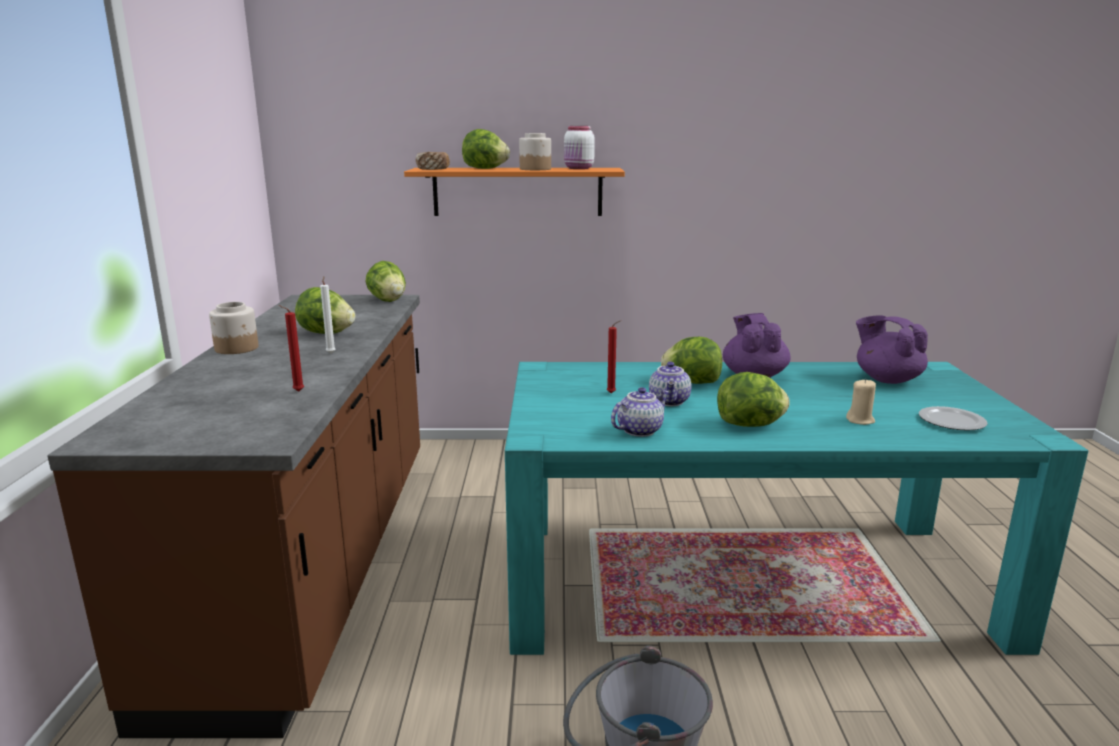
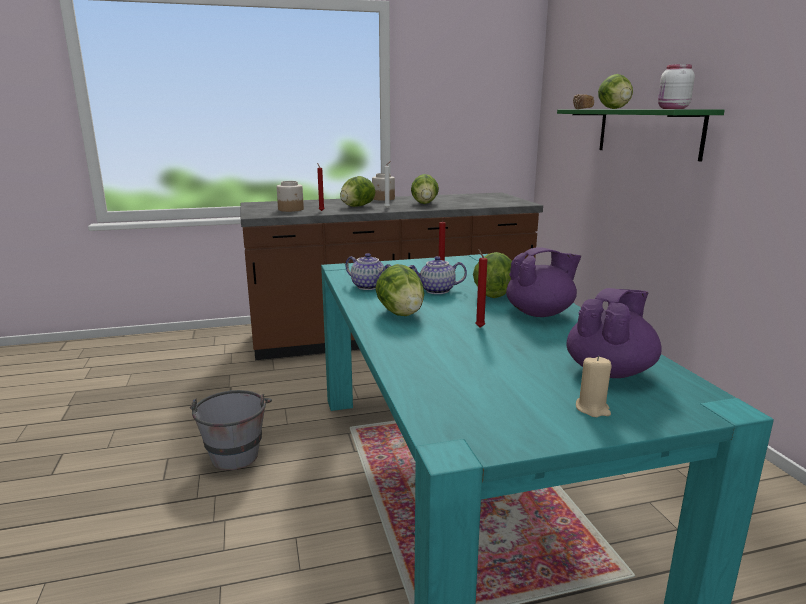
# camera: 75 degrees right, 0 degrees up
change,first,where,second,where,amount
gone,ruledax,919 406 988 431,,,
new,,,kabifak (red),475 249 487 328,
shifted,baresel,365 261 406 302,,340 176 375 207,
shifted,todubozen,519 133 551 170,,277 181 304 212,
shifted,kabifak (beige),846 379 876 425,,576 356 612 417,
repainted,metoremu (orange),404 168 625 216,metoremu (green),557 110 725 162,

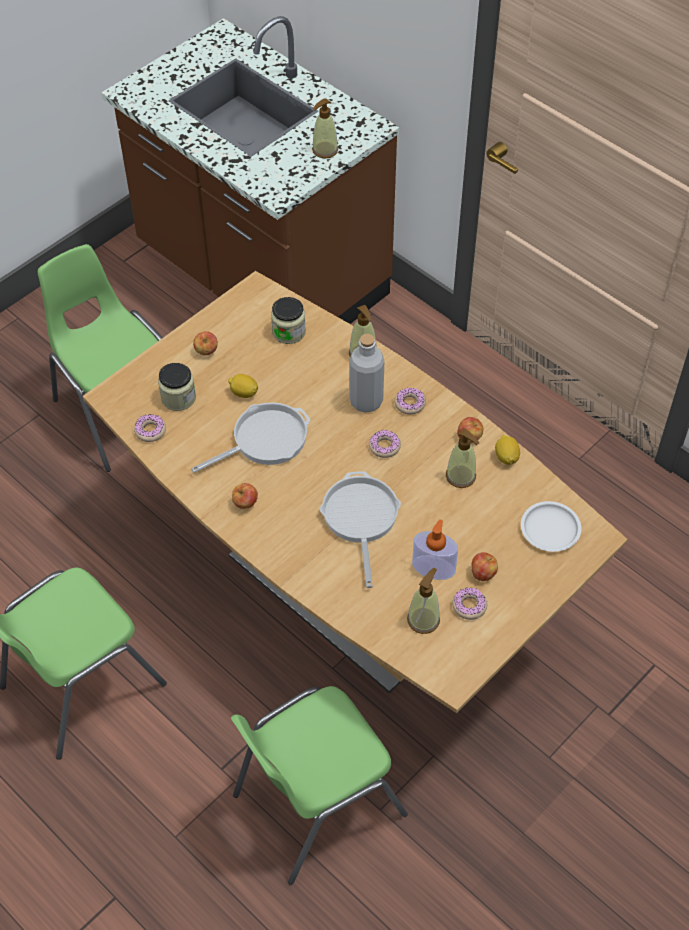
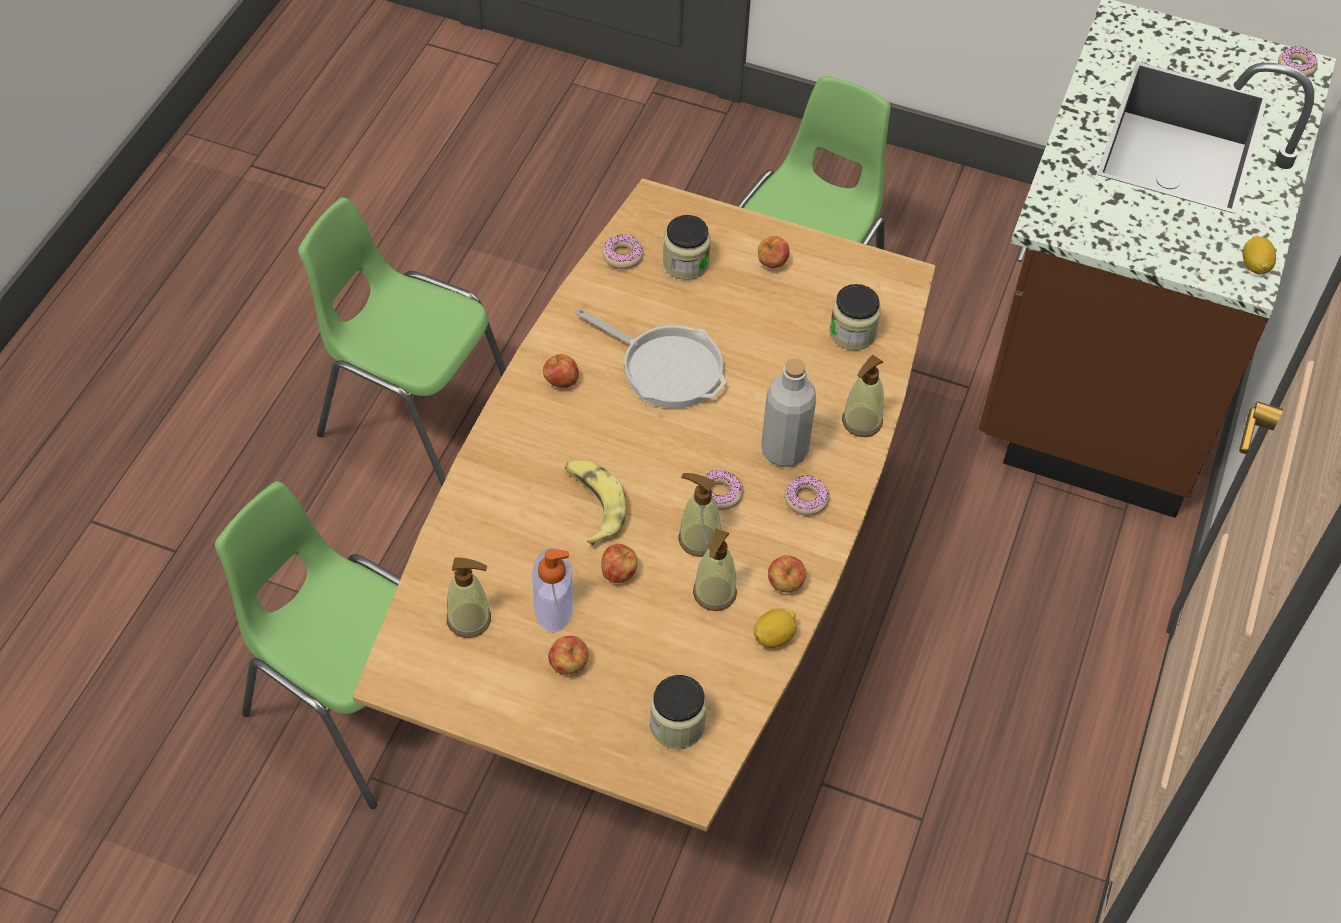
# camera: 65 degrees right, 0 degrees up
change,first,where,second,where,amount
new,,,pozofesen,601 544 637 583,
shifted,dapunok,228 374 258 398,,1242 235 1276 274,
shifted,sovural,312 98 338 159,,678 473 721 557,
shifted,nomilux,452 588 487 620,,1278 47 1318 77,
swapped,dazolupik,320 471 401 588,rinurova,565 460 627 545,
swapped,ruledax (white),521 501 581 552,todubozen,650 675 707 749,

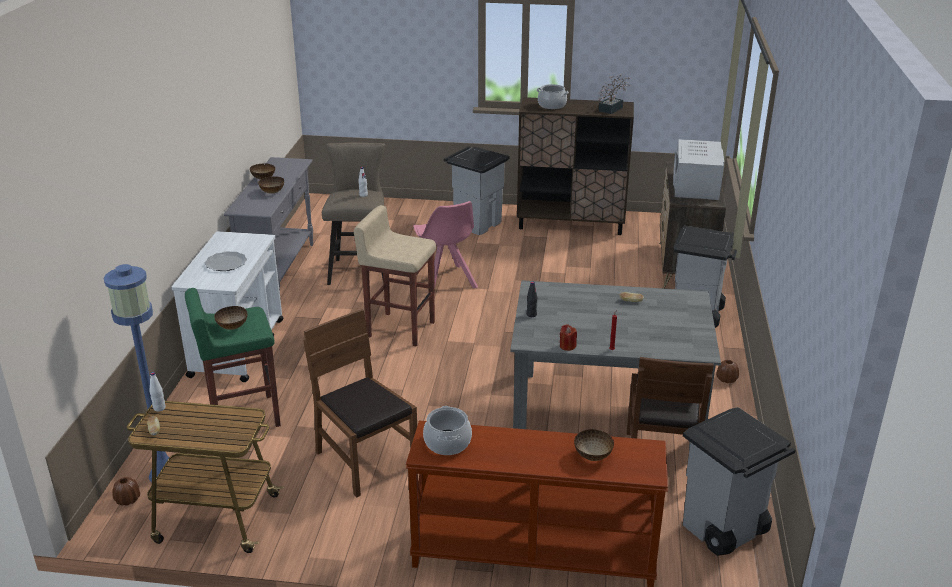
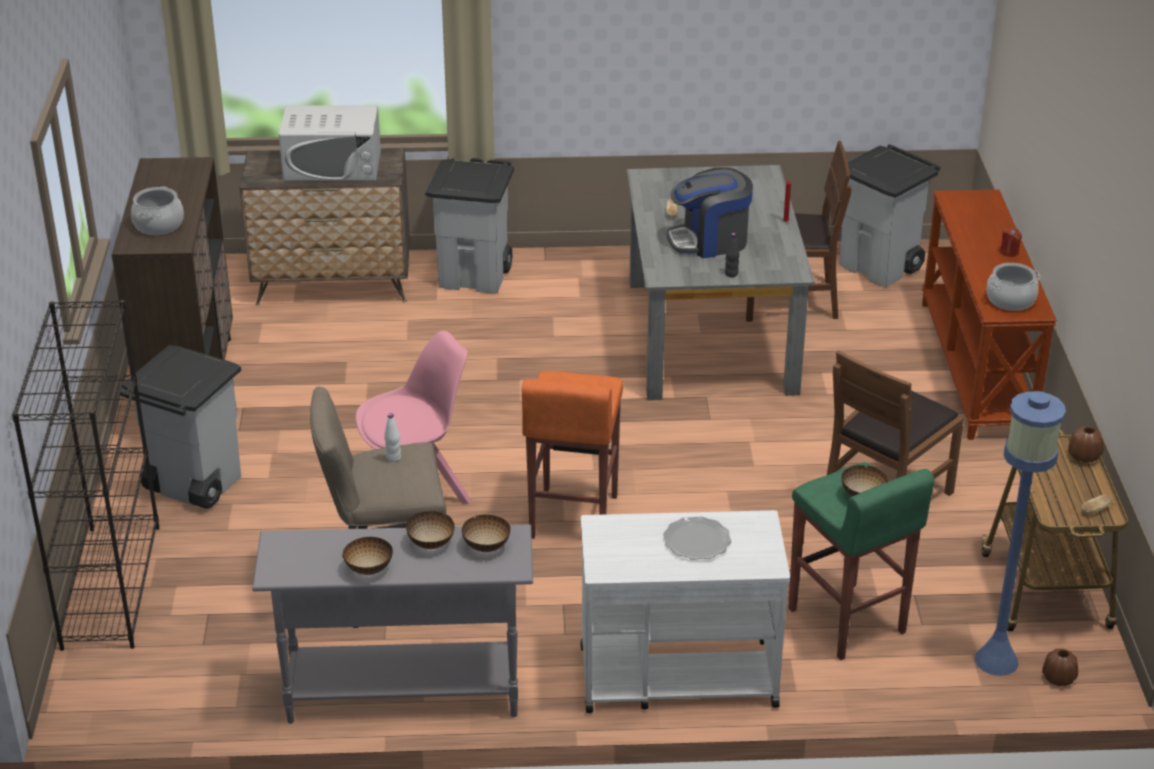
# camera: 100 degrees left, 5 degrees up
change,first,where,second,where,amount
gone,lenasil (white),149 372 166 412,,,
gone,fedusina,599 74 630 114,,,
new,,,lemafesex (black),12 300 160 651,
new,,,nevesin,667 167 753 258,
shifted,kabifak (red),560 324 577 351,,1000 228 1022 257,
shifted,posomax,574 429 614 461,,462 515 511 552,
shifted,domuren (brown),716 360 739 383,,1068 426 1104 463,
repainted,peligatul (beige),354 205 436 347,peligatul (orange),521 371 623 539,

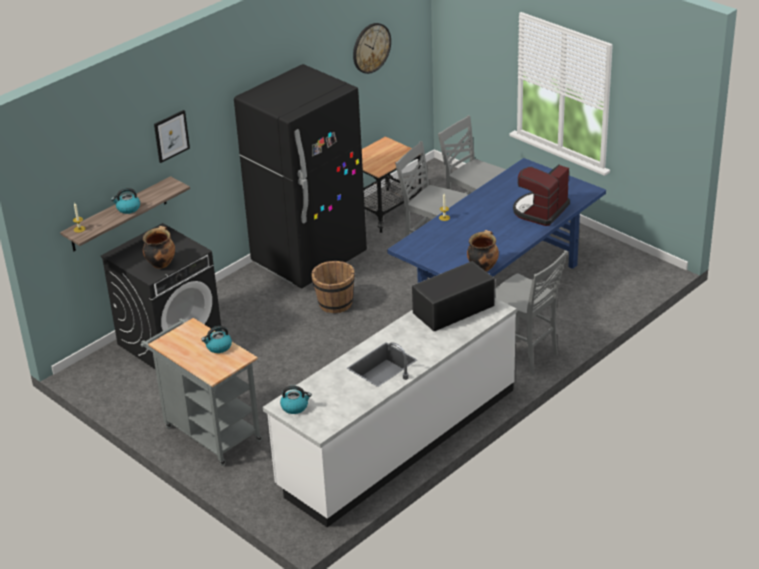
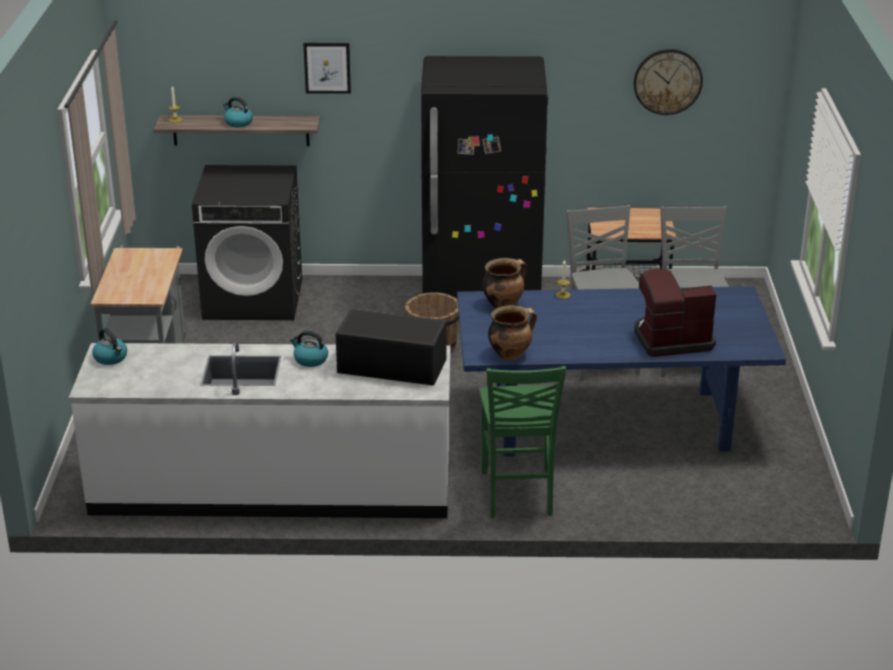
# camera: 45 degrees right, 5 degrees down
change,first,where,second,where,amount
shifted,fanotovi,143 226 175 269,,482 258 527 309,
shifted,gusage,201 326 232 353,,290 331 328 367,
repainted,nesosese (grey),495 250 567 375,nesosese (green),479 366 566 518,

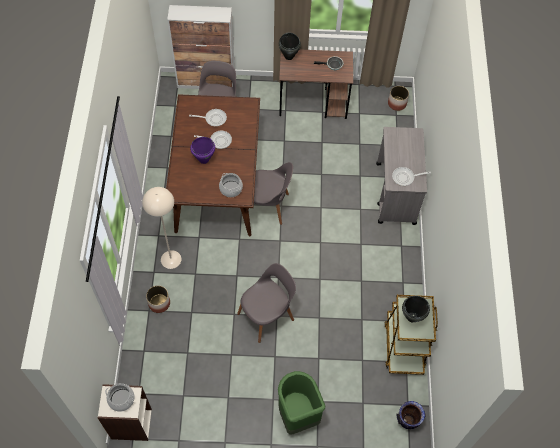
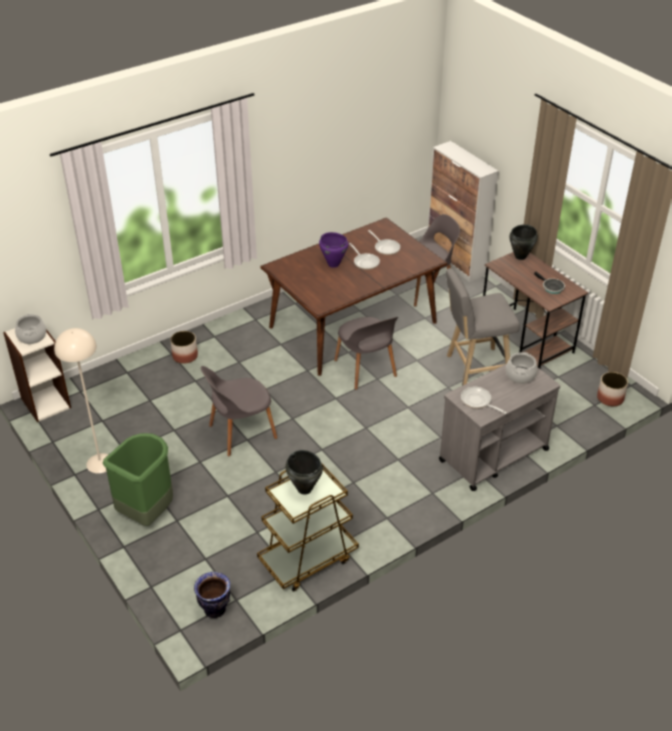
# camera: 55 degrees right, 20 degrees down
change,first,where,second,where,amount
new,,,peligatul (grey),446 268 520 386,
shifted,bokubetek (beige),142 187 181 269,,54 328 109 473,
shifted,fanotovi,219 173 243 197,,506 352 538 384,
rotated,nesosese (grey),237 263 296 343,,201 366 277 457,135 degrees clockwise

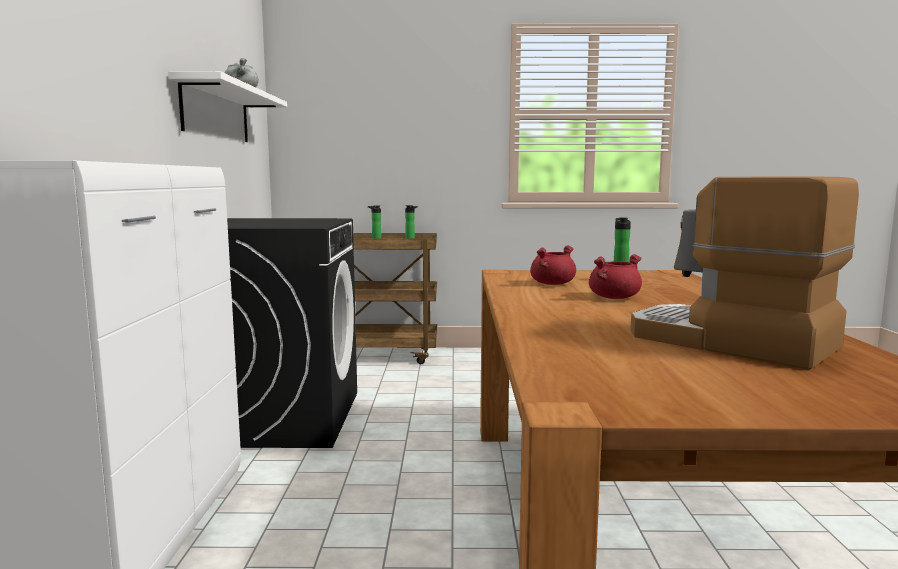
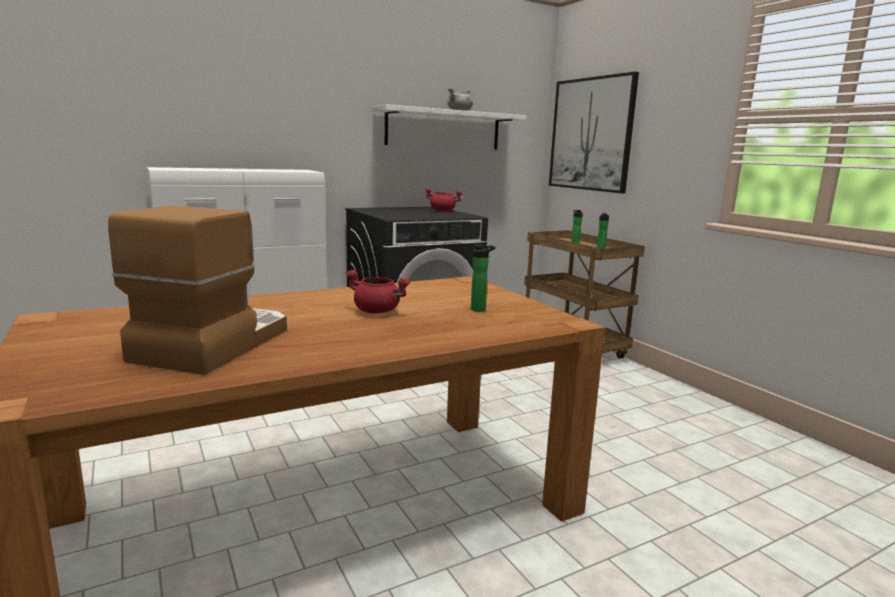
# camera: 60 degrees right, 5 degrees up
change,first,where,second,where,amount
new,,,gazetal,549 72 639 193,
shifted,fanotovi (red),530 245 576 285,,425 188 463 212,

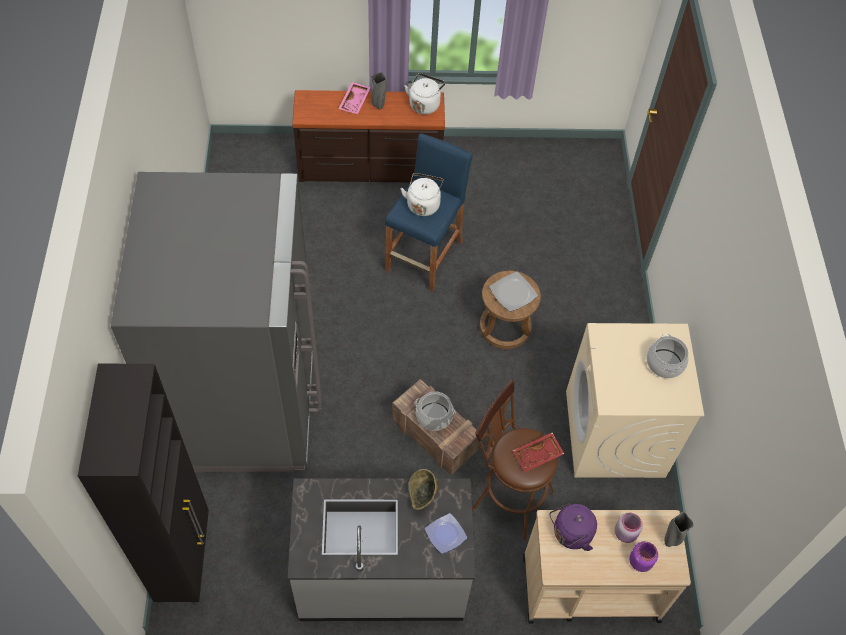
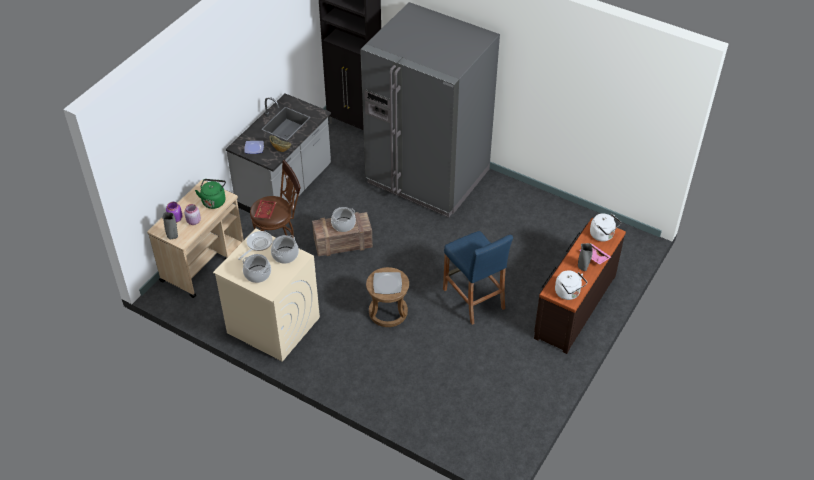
# camera: 125 degrees right, 10 degrees down
change,first,where,second,where,amount
new,,,dazolupik,239 231 273 260,
new,,,fanotovi,271 235 299 264,
shifted,gusage (white),400 173 444 216,,590 213 621 242,
repainted,gusage (purple),549 503 597 551,gusage (green),195 179 226 209,

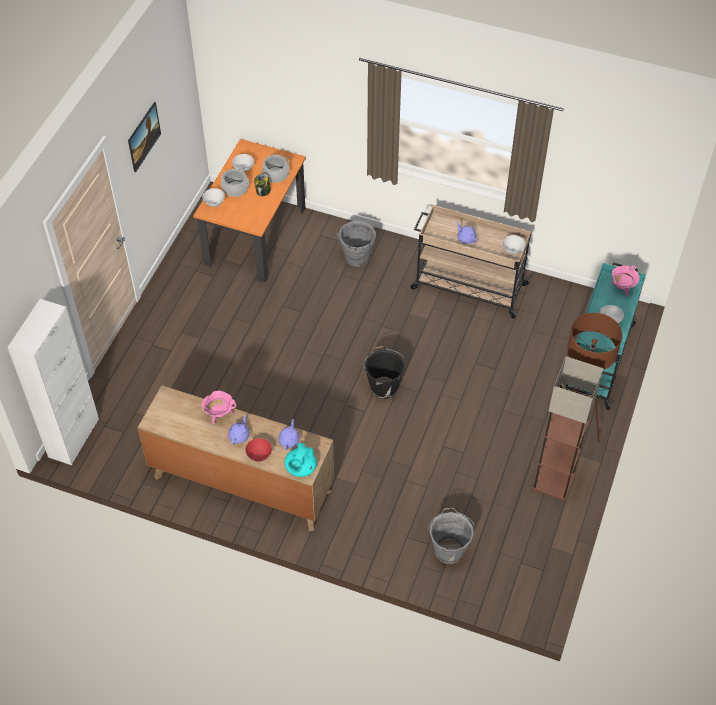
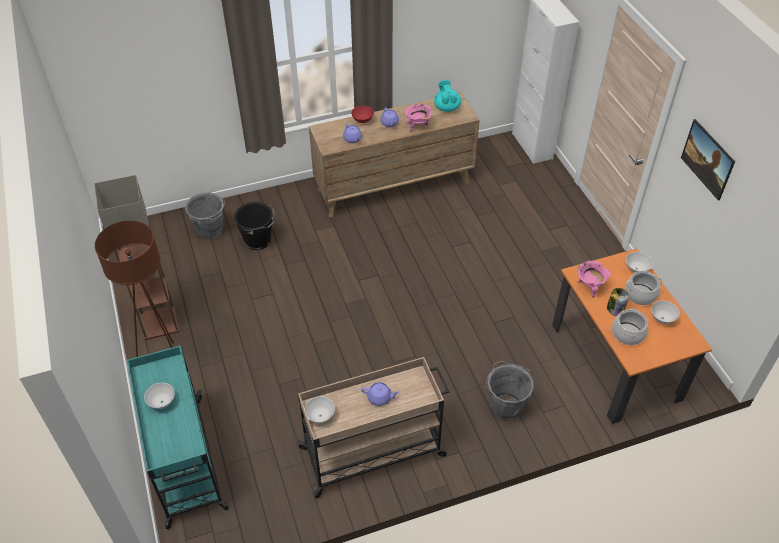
# camera: 140 degrees right, 5 degrees down
change,first,where,second,where,amount
shifted,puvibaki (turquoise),284 443 317 477,,434 80 461 112,
shifted,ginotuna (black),363 346 405 399,,234 202 275 250,
shifted,fanotovi (pink),612 265 640 297,,578 261 611 298,

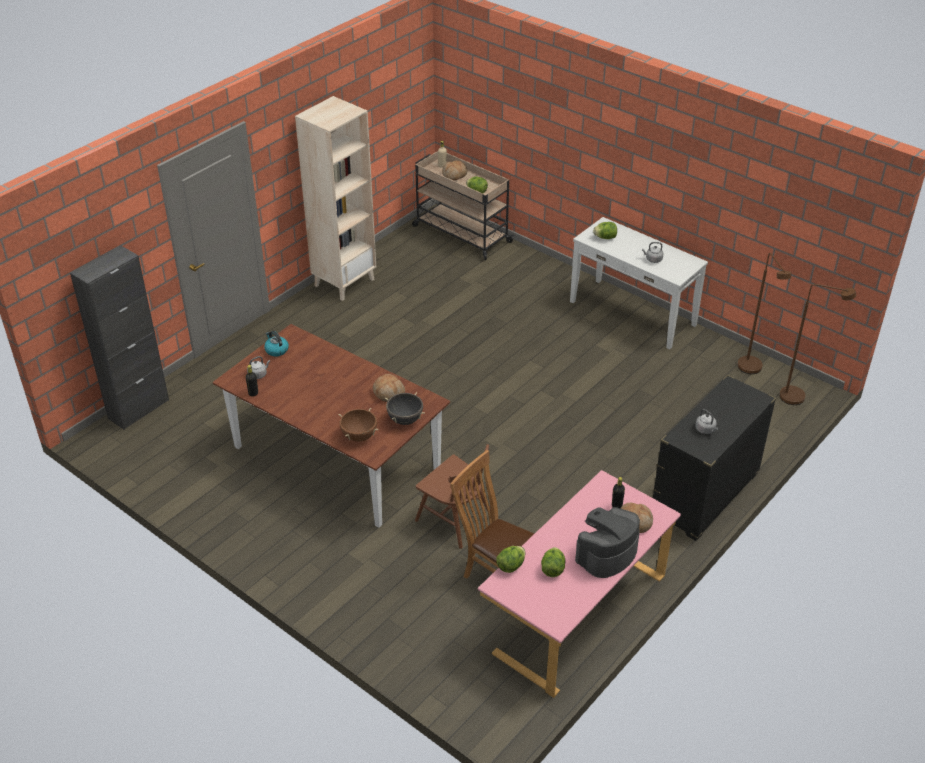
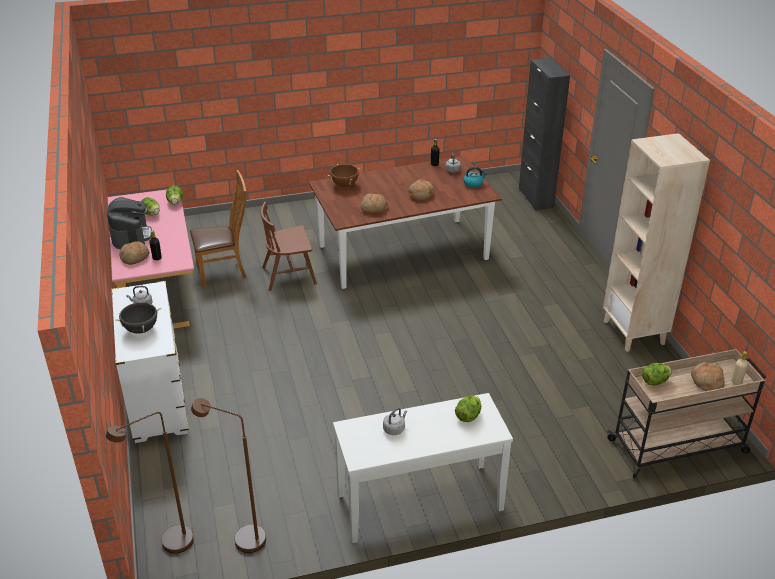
# camera: 125 degrees right, 5 degrees down
change,first,where,second,where,amount
new,,,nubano,408 179 434 201,
shifted,fanotovi (black),385 392 424 425,,115 302 161 334,
repainted,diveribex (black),653 375 776 541,diveribex (white),112 281 189 443,

